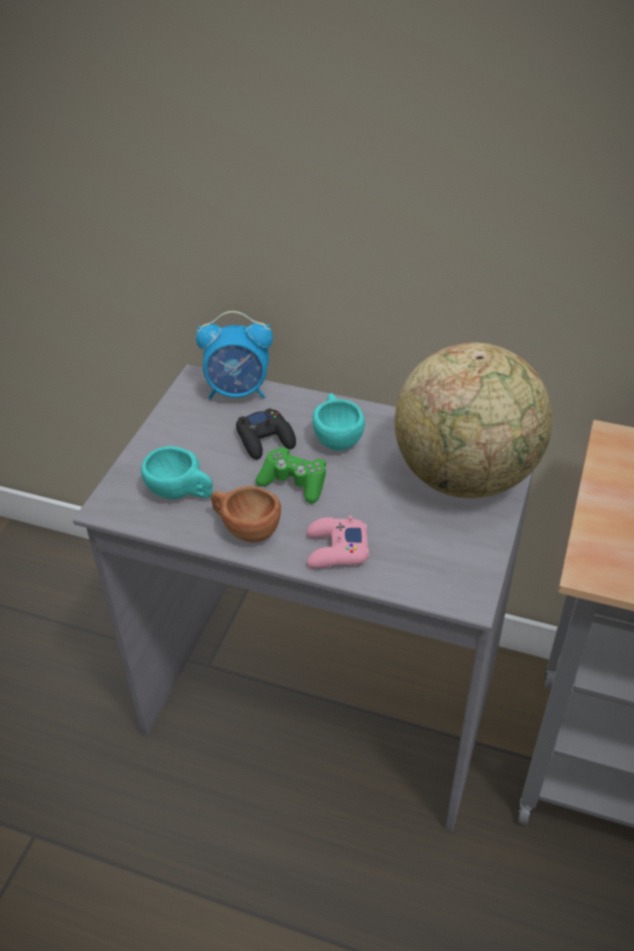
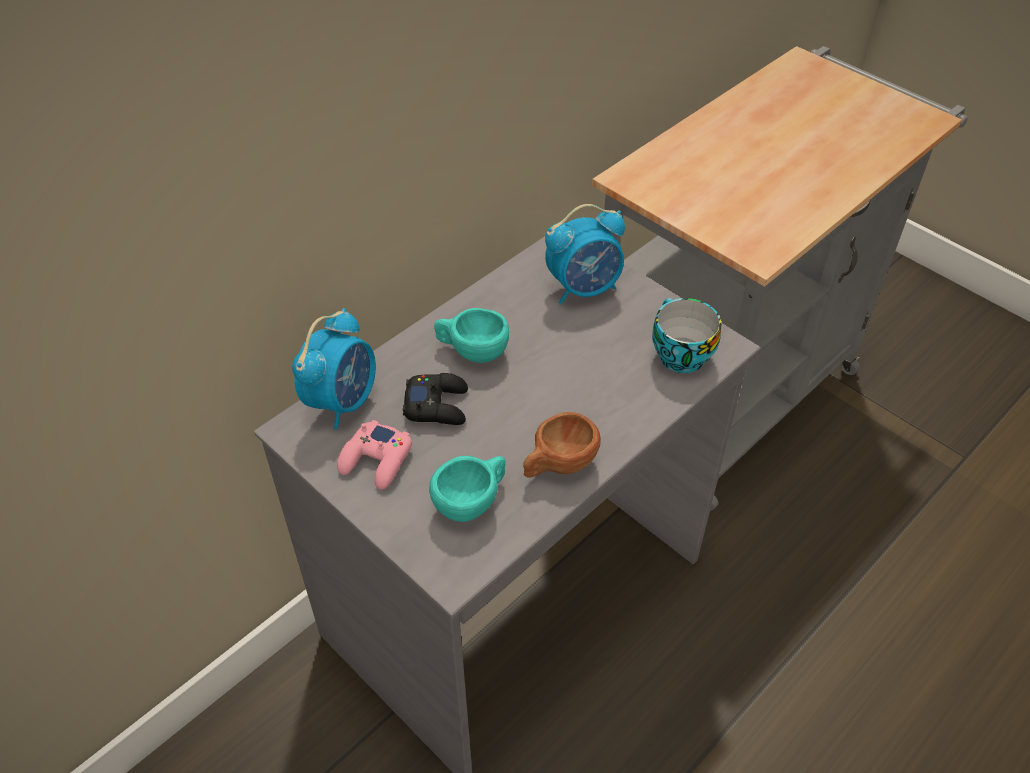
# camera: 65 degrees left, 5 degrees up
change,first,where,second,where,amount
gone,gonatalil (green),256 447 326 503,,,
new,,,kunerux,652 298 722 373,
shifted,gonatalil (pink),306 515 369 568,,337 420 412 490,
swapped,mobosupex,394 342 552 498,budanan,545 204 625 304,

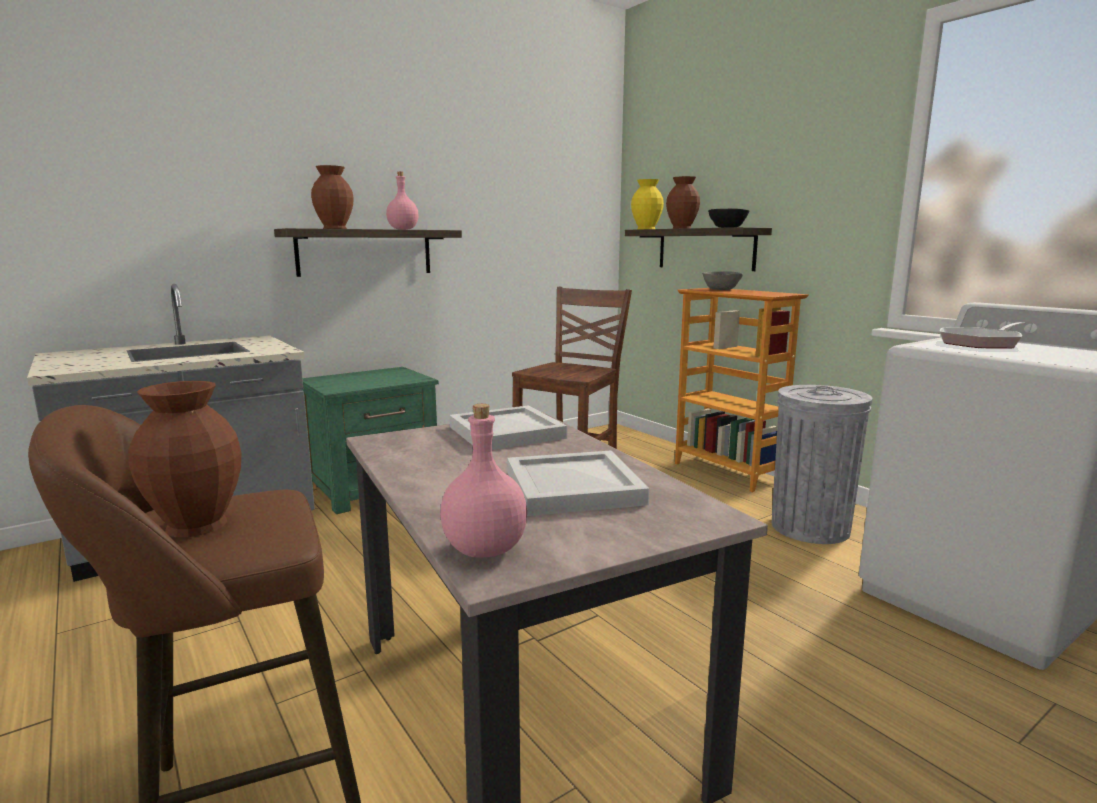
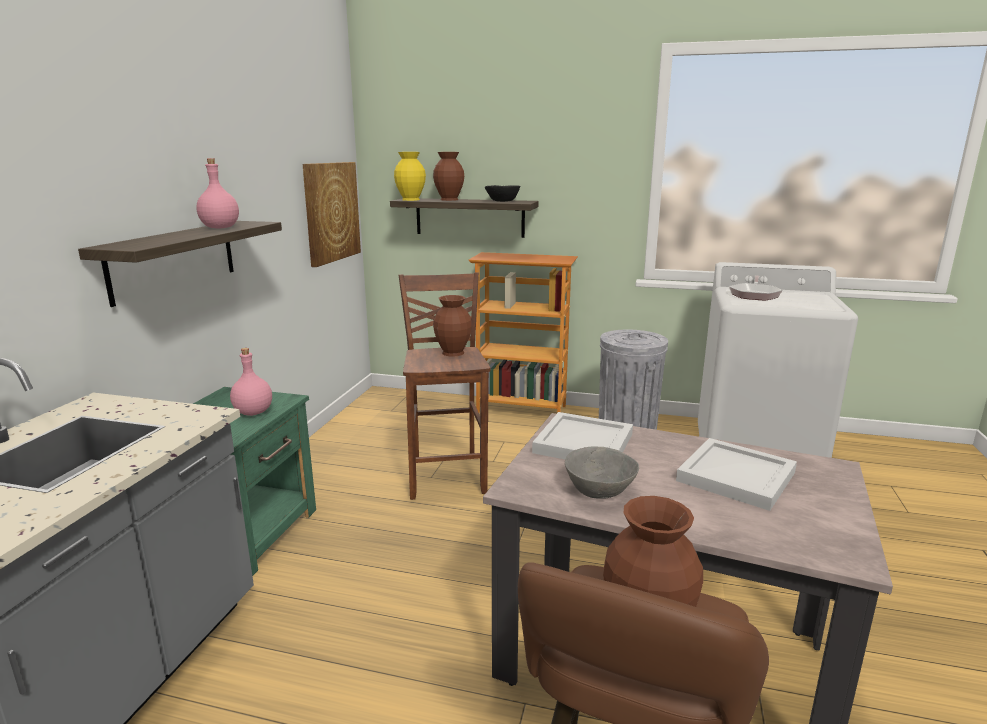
# camera: 40 degrees left, 5 degrees up
change,first,where,second,where,amount
new,,,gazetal,303 162 361 267,
shifted,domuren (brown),311 165 354 229,,433 295 472 357,
shifted,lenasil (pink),440 404 527 558,,230 348 272 416,
shifted,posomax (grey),702 271 743 290,,565 446 639 499,

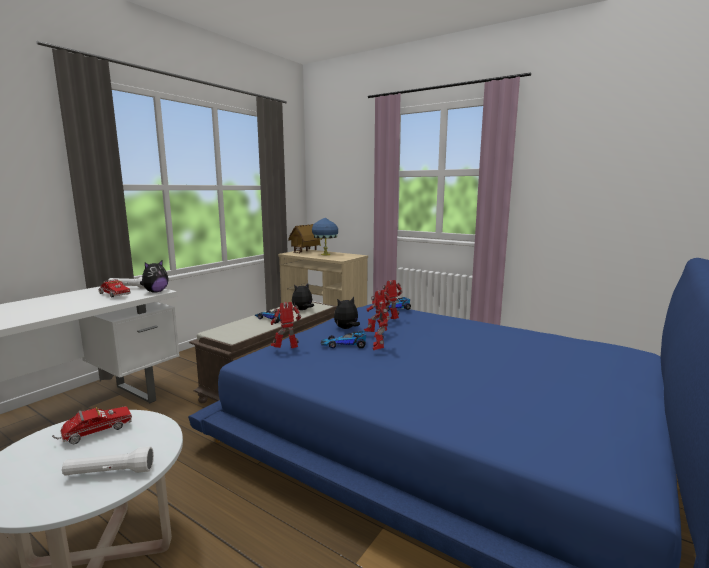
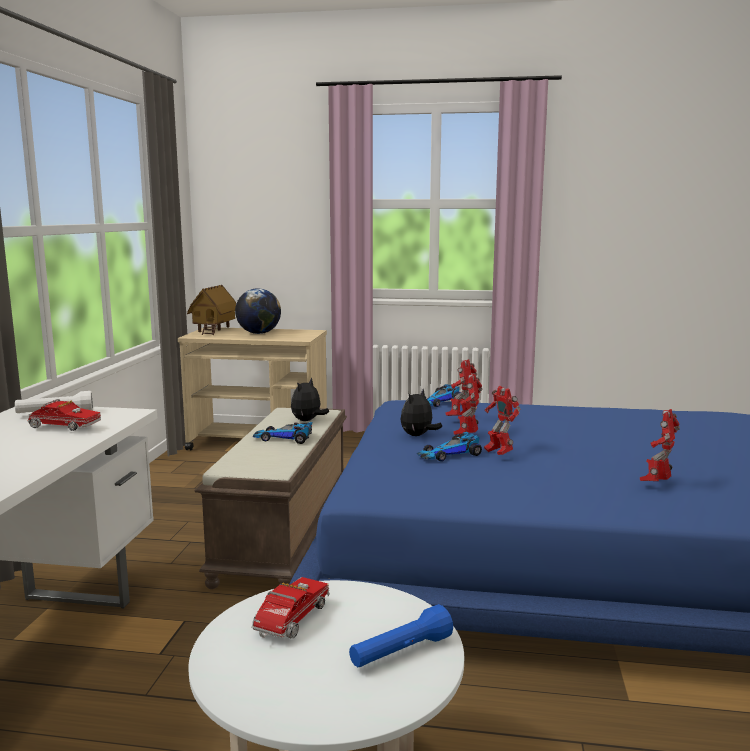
# camera: 25 degrees left, 0 degrees up
change,first,where,second,where,amount
gone,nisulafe,140 260 169 293,,,
shifted,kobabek,271 302 301 348,,640 409 680 481,
swapped,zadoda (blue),312 217 338 255,mobosupex,235 288 281 334,
repainted,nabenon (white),62 447 154 475,nabenon (blue),349 604 453 667,

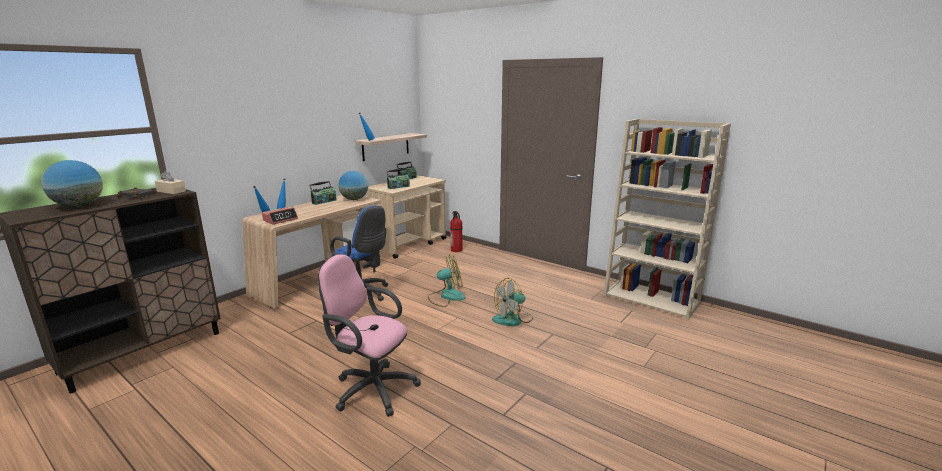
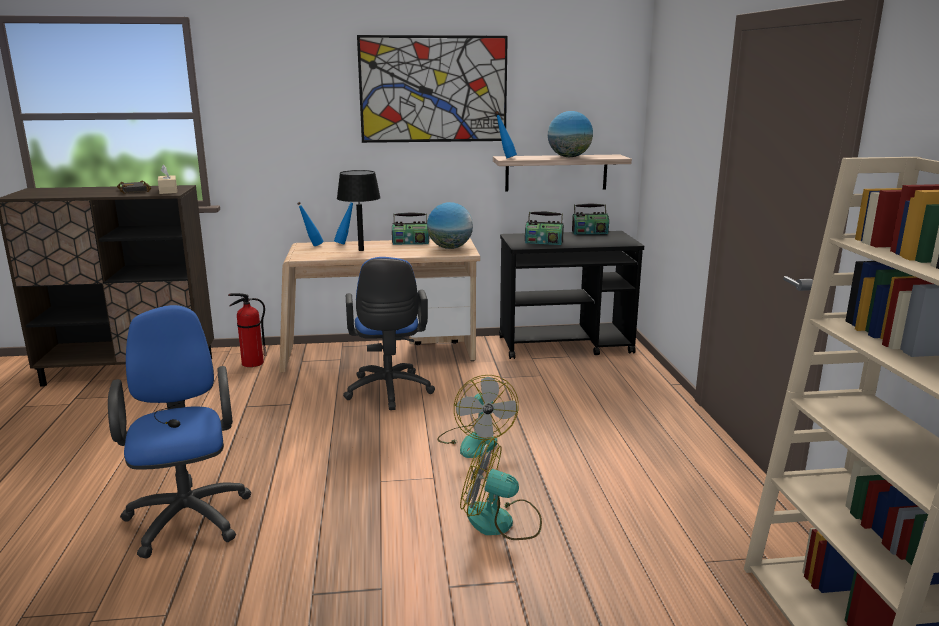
# camera: 45 degrees right, 0 degrees up
change,first,where,second,where,amount
gone,budanan,262 207 298 224,,,
new,,,zadoda (black),337 170 381 251,
new,,,gazetal,357 35 508 143,
shifted,mobosupex,41 160 103 207,,548 111 593 157,
shifted,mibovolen,450 211 463 252,,228 293 266 367,
repainted,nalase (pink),318 254 421 417,nalase (blue),108 305 252 558,
repainted,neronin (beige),366 175 446 259,neronin (black),499 231 644 359,
rotated,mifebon,428 254 465 307,,437 375 519 458,45 degrees clockwise

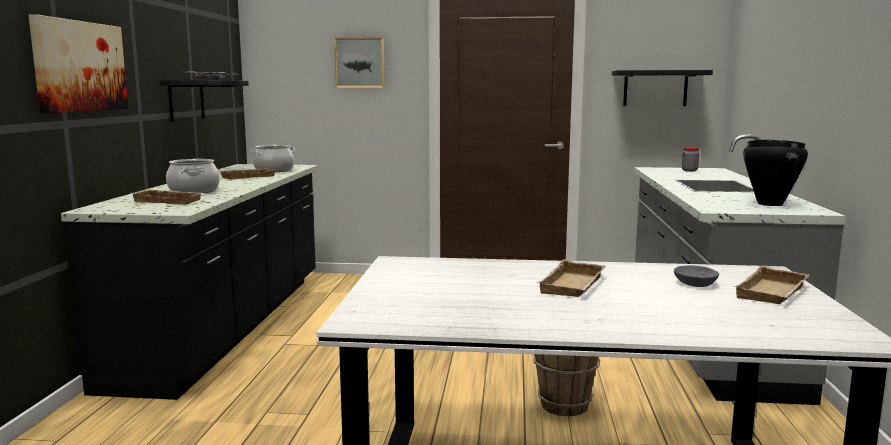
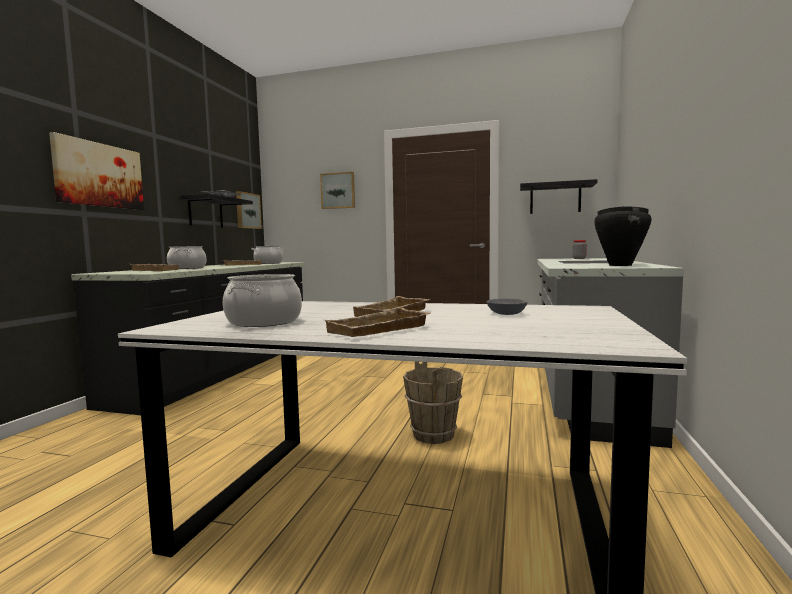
# camera: 10 degrees right, 5 degrees down
change,first,where,second,where,amount
new,,,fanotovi,223 274 302 327,
new,,,gazetal,236 191 262 229,
shifted,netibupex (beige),734 265 810 304,,325 307 431 337,

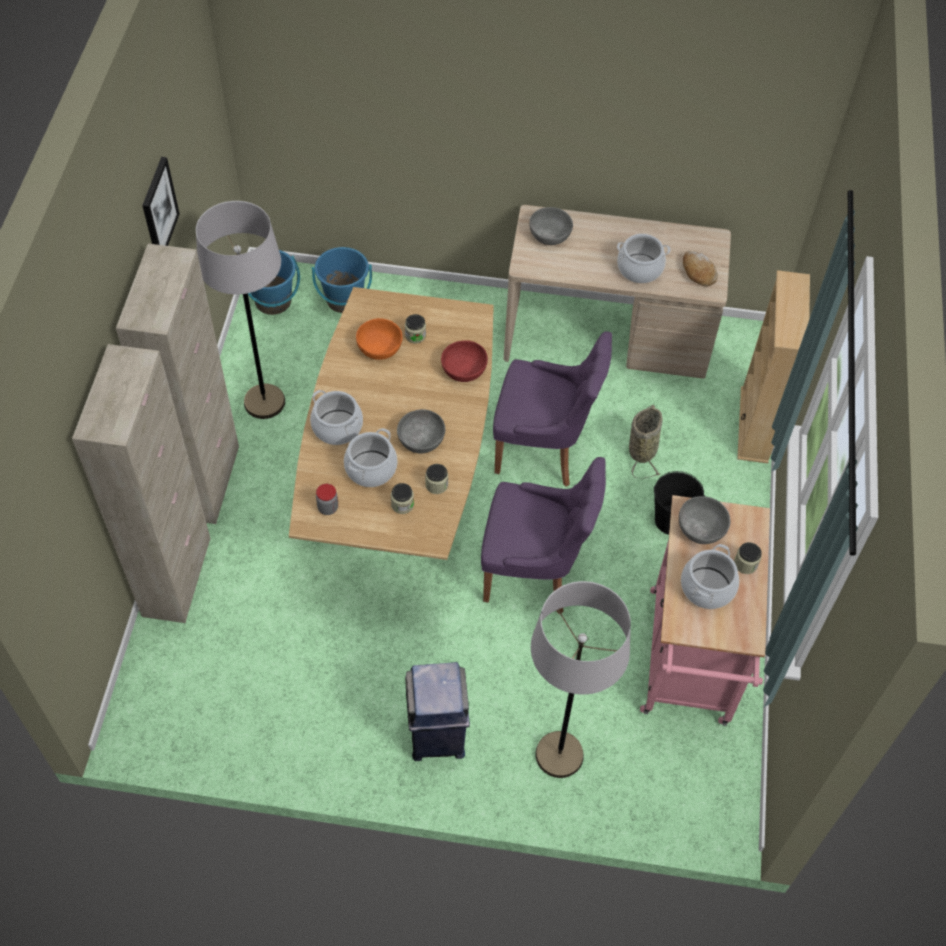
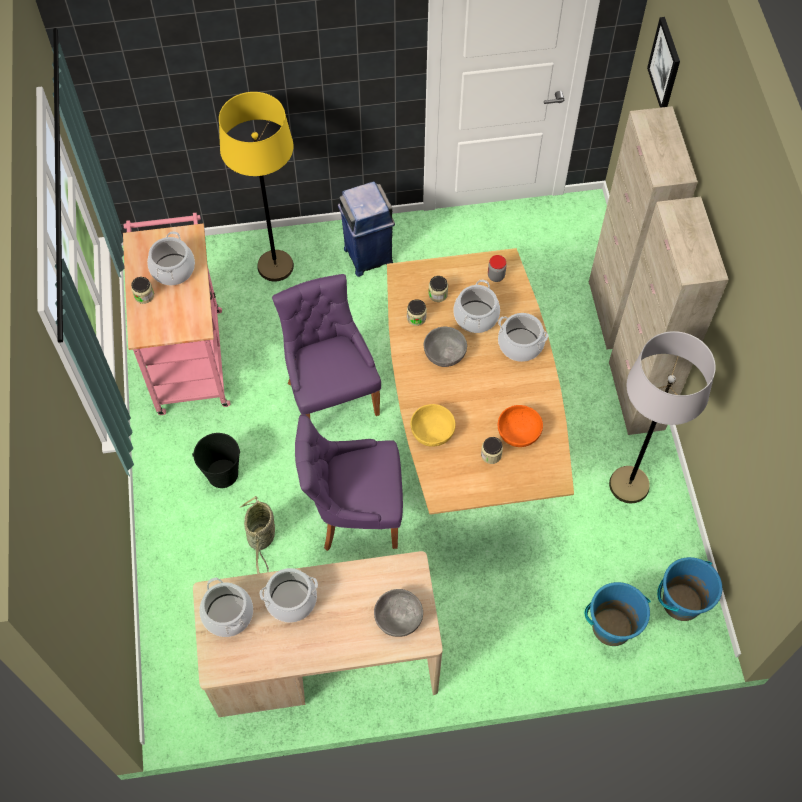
# camera: 165 degrees right, 5 degrees up
change,first,where,second,where,amount
gone,posomax (grey),679 496 730 544,,,
gone,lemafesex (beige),737 270 810 463,,,
shifted,gazetal,142 157 180 246,,647 17 680 108,
swapped,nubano,683 251 718 286,fanotovi,199 577 253 637,
repainted,posomax (red),441 340 488 382,posomax (yellow),410 404 456 447,
repainted,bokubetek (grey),531 581 631 778,bokubetek (yellow),219 92 294 282,
rotated,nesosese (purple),481 457 606 614,,272 274 381 418,75 degrees clockwise

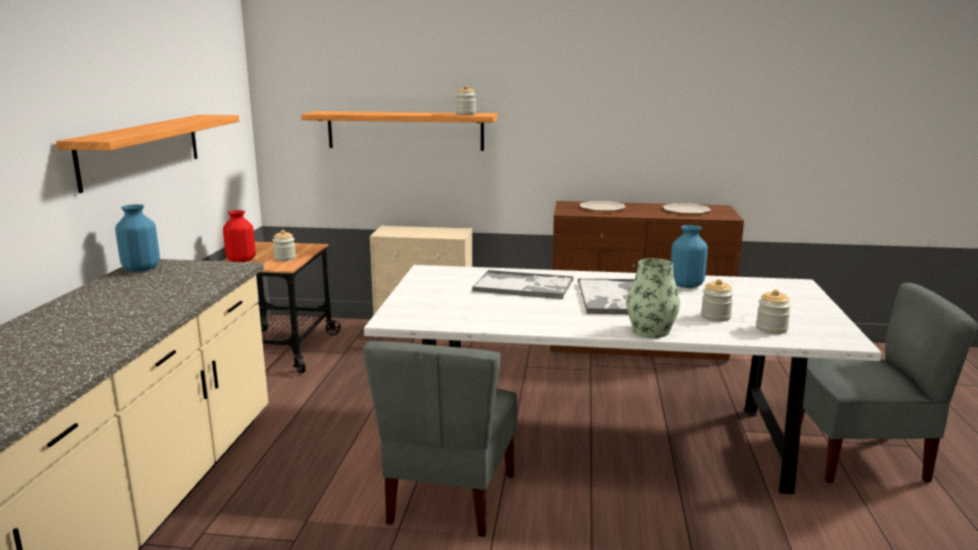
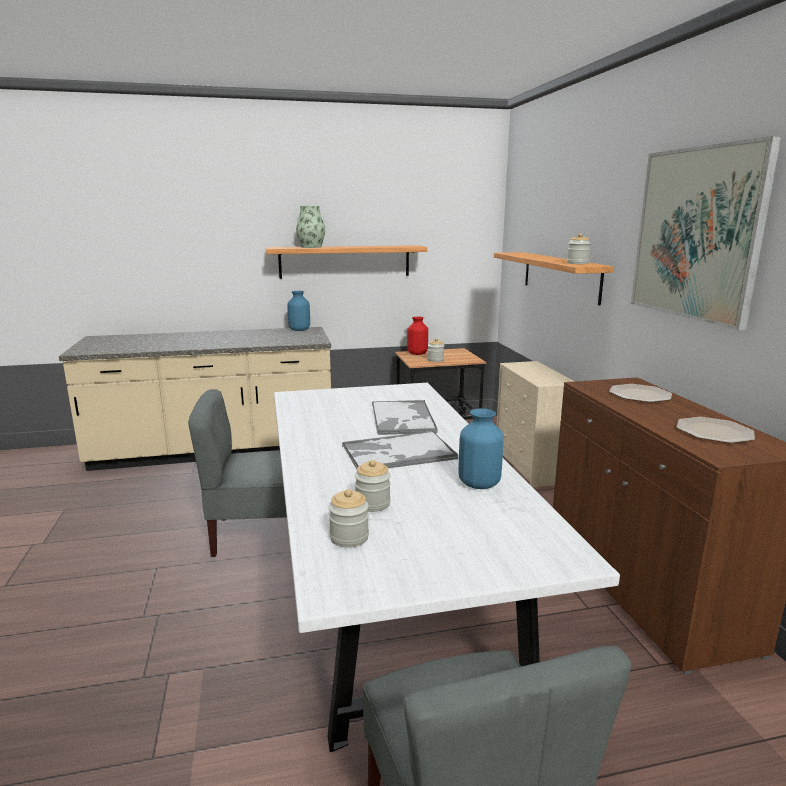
# camera: 70 degrees right, 0 degrees up
change,first,where,second,where,amount
new,,,gazetal,631 136 781 331,
shifted,domuren,626 258 680 338,,296 206 325 248,

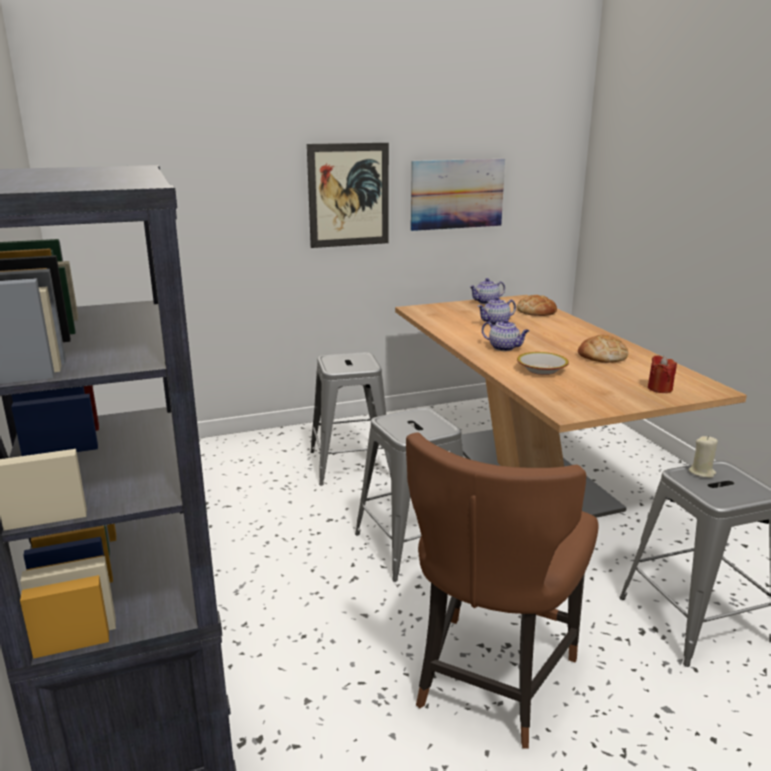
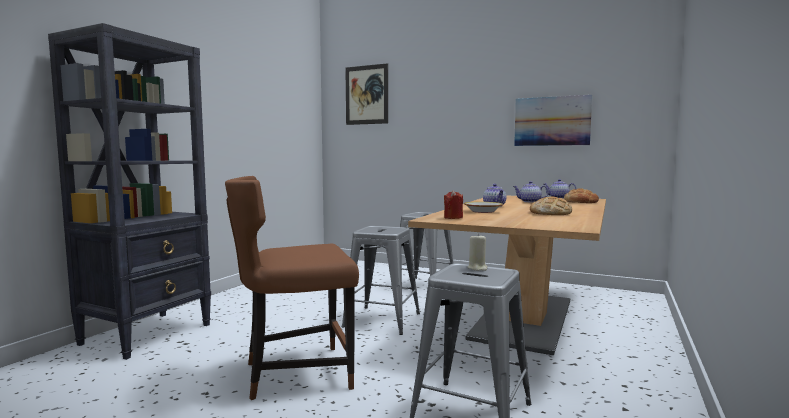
# camera: 45 degrees right, 15 degrees down
change,first,where,second,where,amount
shifted,gazetal,307 143 389 248,,345 63 388 125,
shifted,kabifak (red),648 355 677 393,,444 190 463 219,

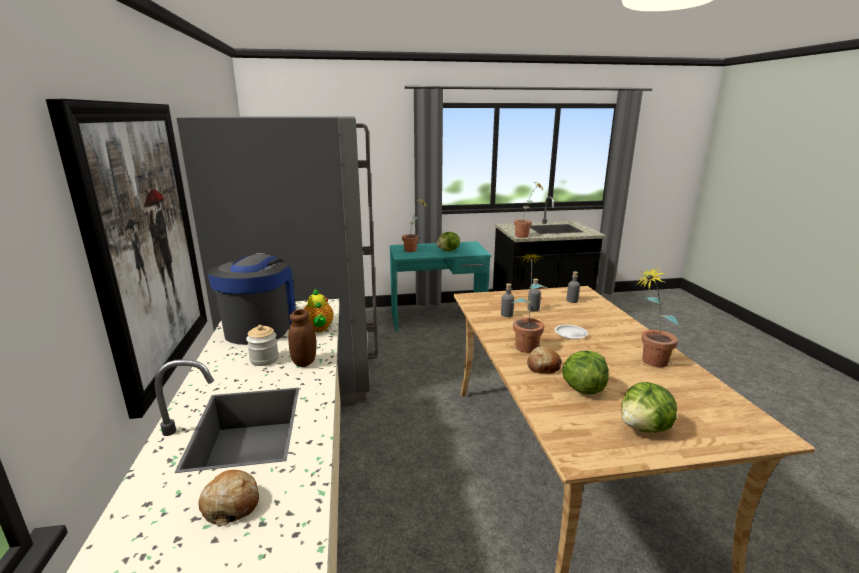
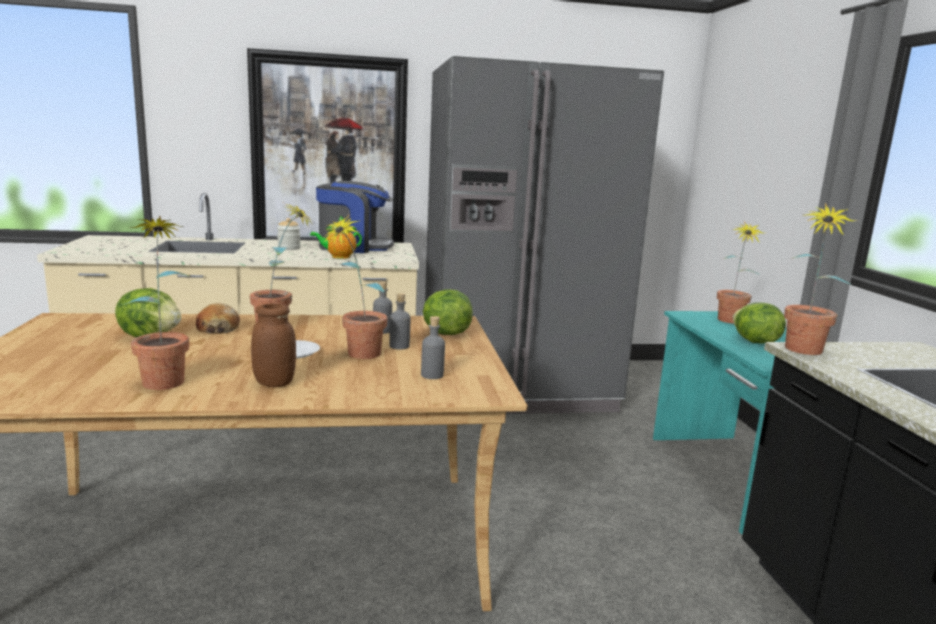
# camera: 90 degrees right, 5 degrees down
change,first,where,second,where,amount
gone,nubano,199 470 259 527,,,
new,,,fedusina,323 215 388 359,
shifted,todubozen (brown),288 309 317 367,,251 304 296 387,
shifted,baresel,621 382 677 433,,423 289 473 335,

